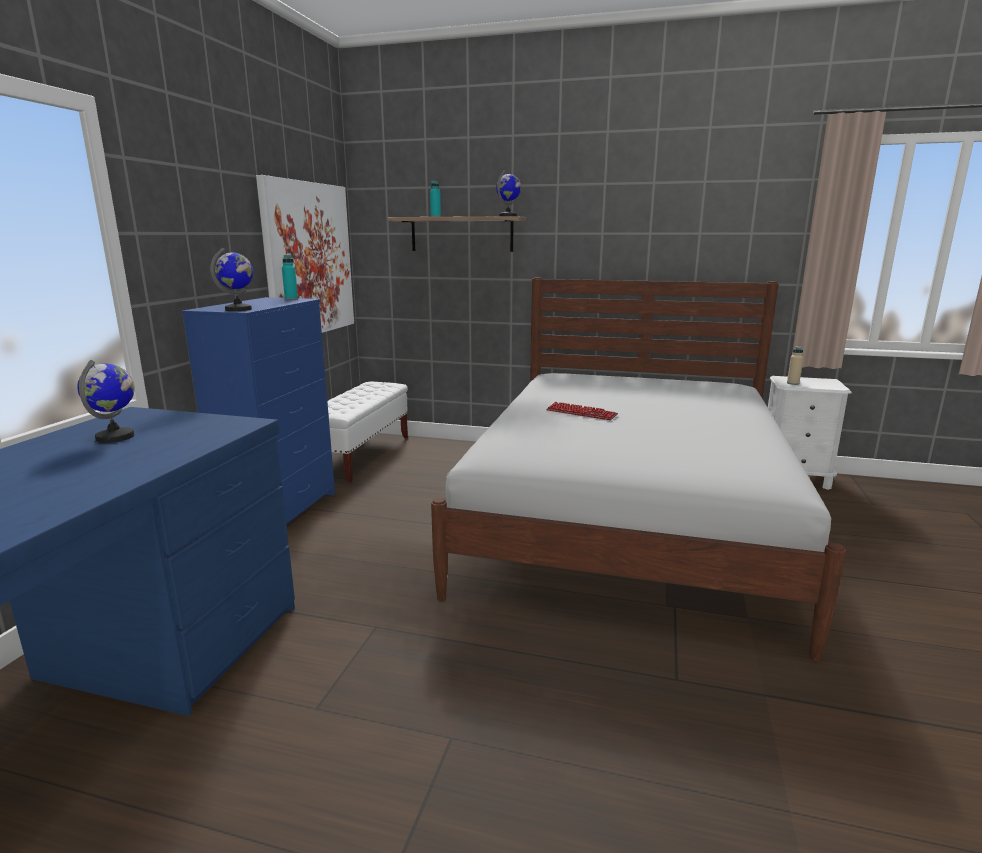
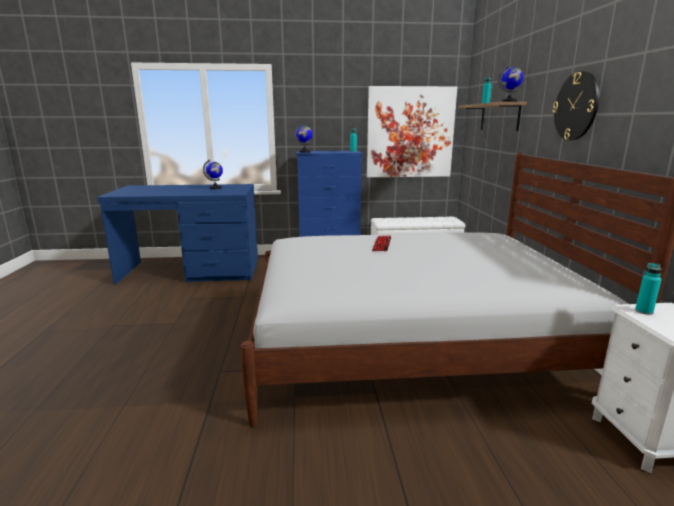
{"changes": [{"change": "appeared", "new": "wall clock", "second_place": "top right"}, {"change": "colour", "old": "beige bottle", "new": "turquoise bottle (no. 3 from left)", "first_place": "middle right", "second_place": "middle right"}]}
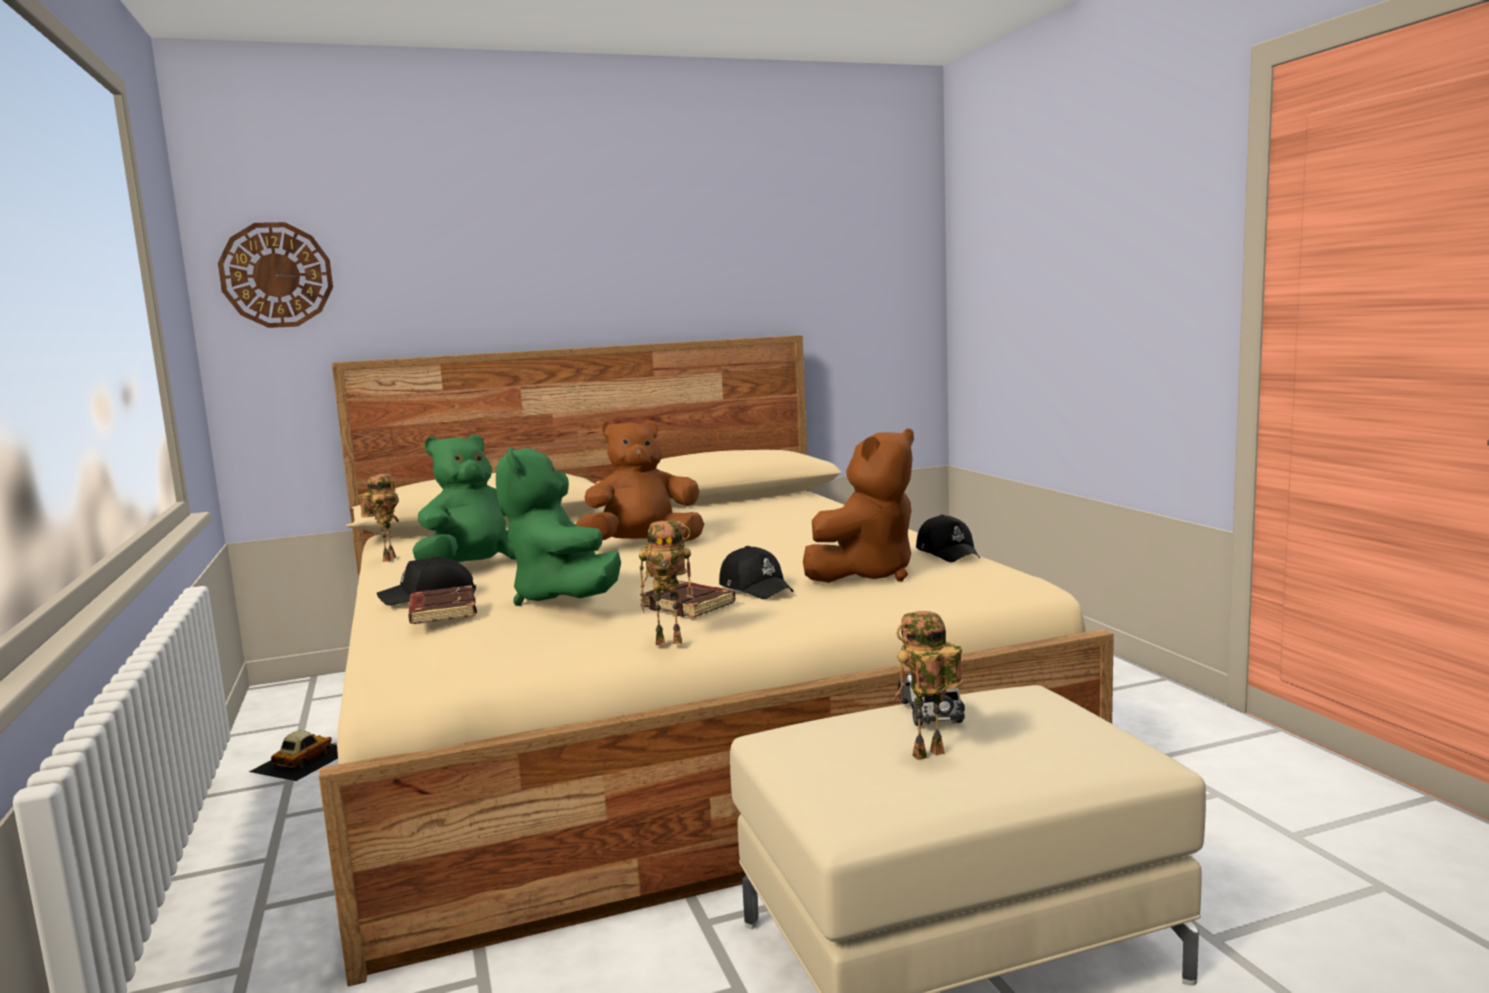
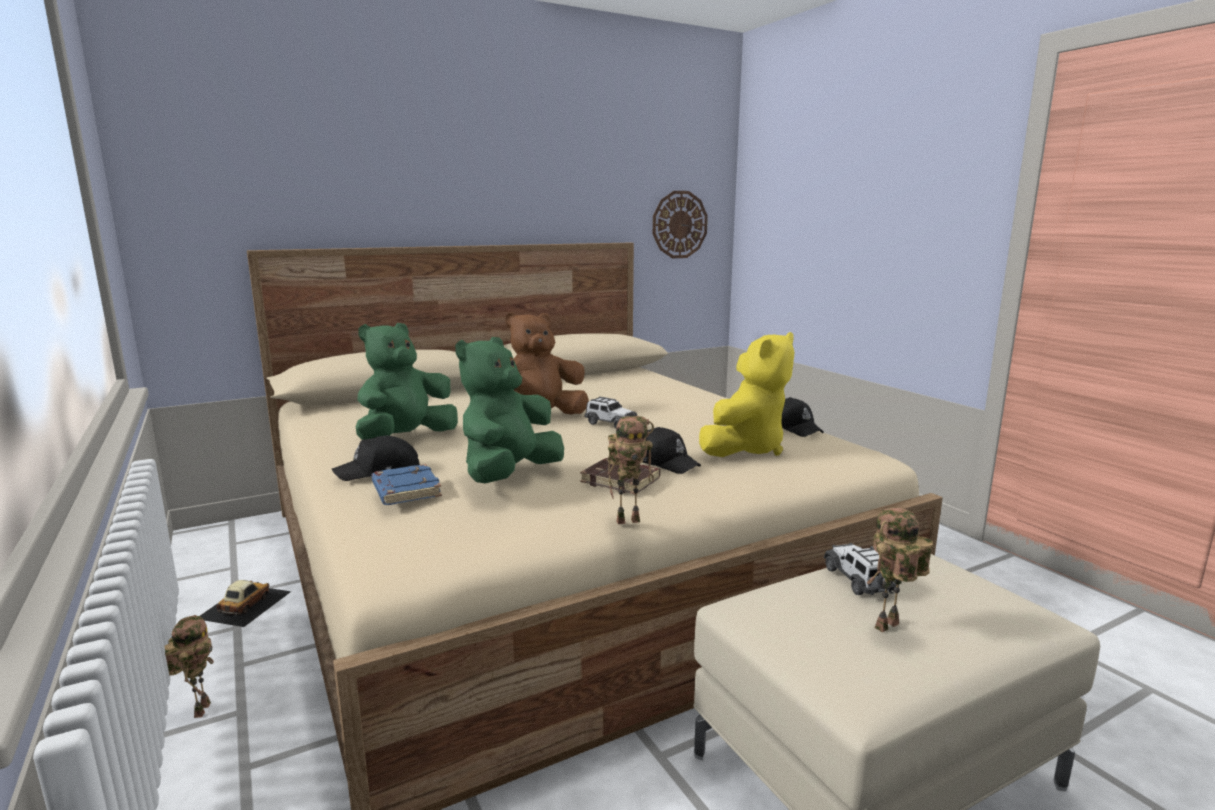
{"changes": [{"change": "appeared", "new": "toy car (no. 2 from left)", "second_place": "centre"}, {"change": "relocated", "old": "wall clock", "first_place": "top left", "second_place": "top centre"}, {"change": "relocated", "old": "toy robot (no. 1 from left)", "first_place": "middle left", "second_place": "bottom left"}, {"change": "colour", "old": "brown book (no. 1 from left)", "new": "blue book", "first_place": "middle left", "second_place": "centre"}, {"change": "colour", "old": "brown plush toy (no. 2 from left)", "new": "yellow plush toy", "first_place": "centre", "second_place": "centre"}, {"change": "spun", "old": "green plush toy (no. 2 from left)", "first_place": "centre", "second_place": "centre", "degrees": 60}]}
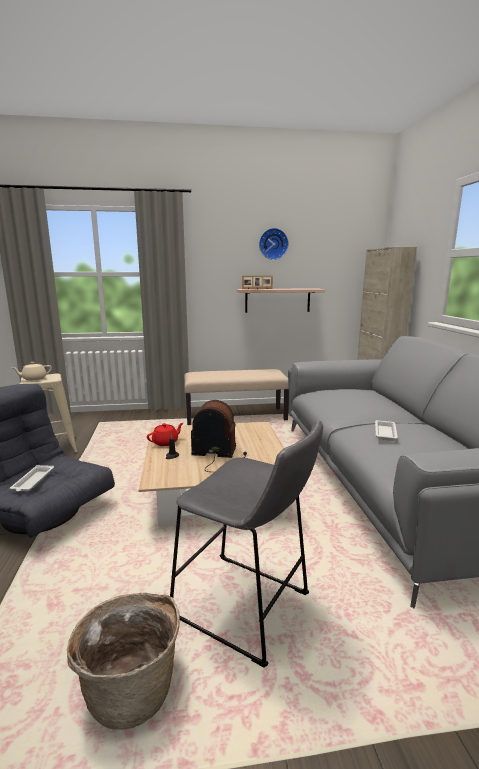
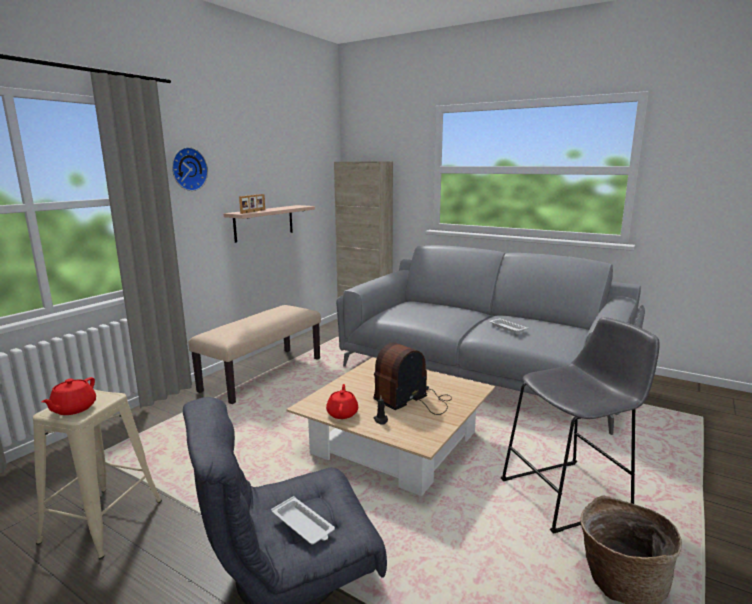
{"changes": [{"change": "relocated", "old": "wall clock", "first_place": "top centre", "second_place": "top left"}, {"change": "colour", "old": "beige teapot", "new": "red teapot (no. 1 from left)", "first_place": "middle left", "second_place": "middle left"}]}
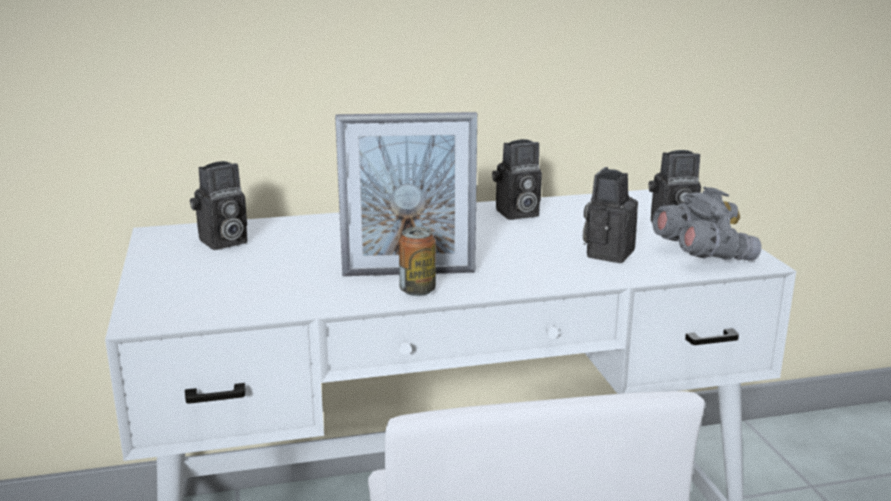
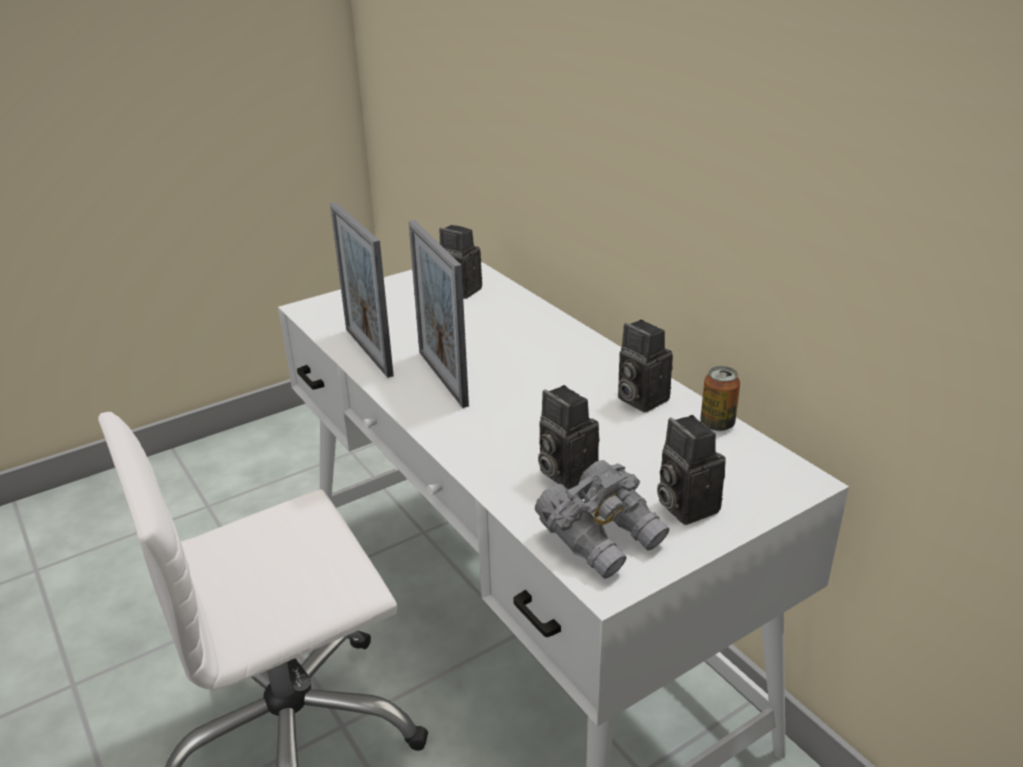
{"changes": [{"change": "appeared", "new": "picture frame (no. 1 from left)", "second_place": "centre"}, {"change": "relocated", "old": "can", "first_place": "centre", "second_place": "middle right"}, {"change": "spun", "old": "photo camera (no. 3 from left in the first image)", "first_place": "middle right", "second_place": "centre", "degrees": -135}]}
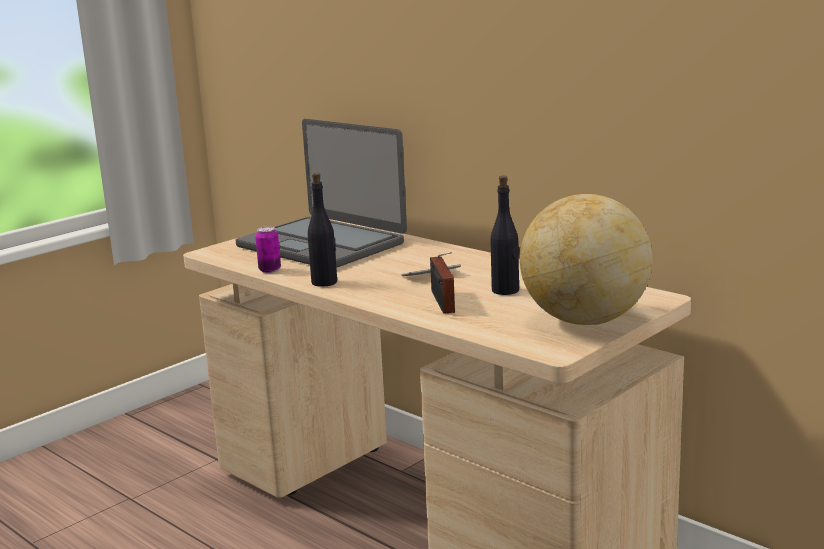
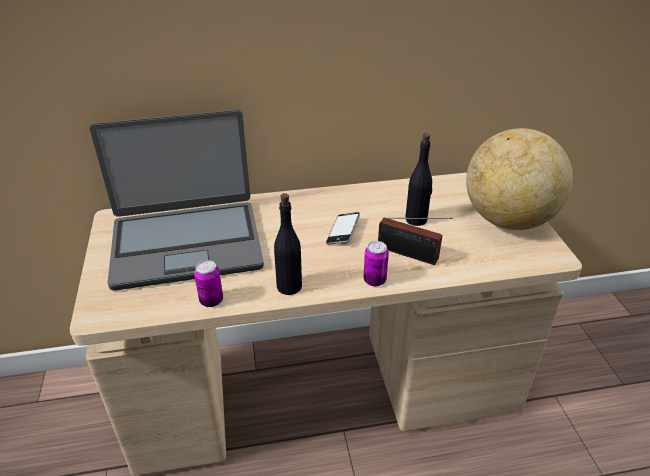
{"changes": [{"change": "appeared", "new": "can (no. 2 from left)", "second_place": "centre"}]}
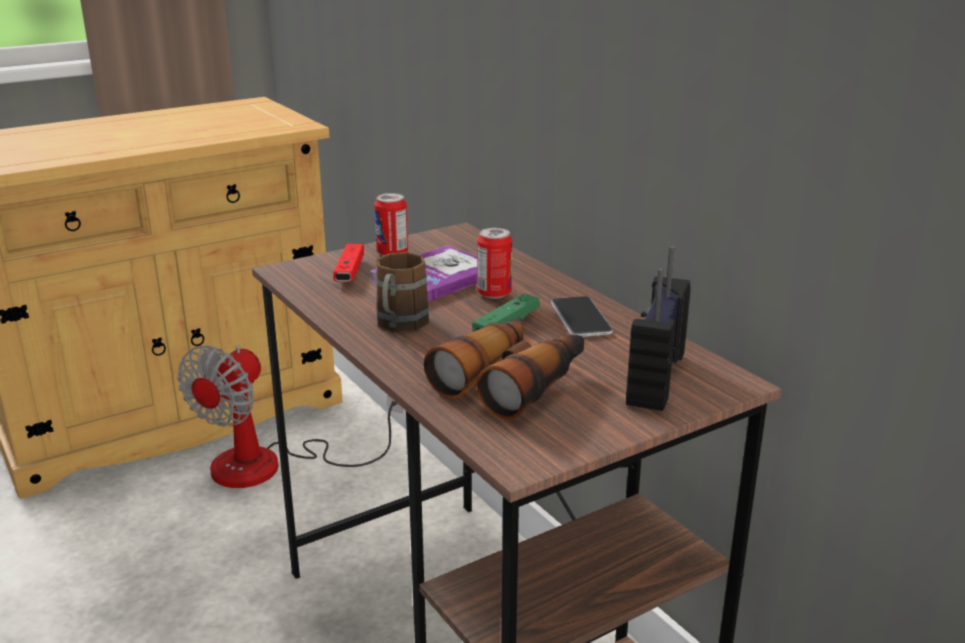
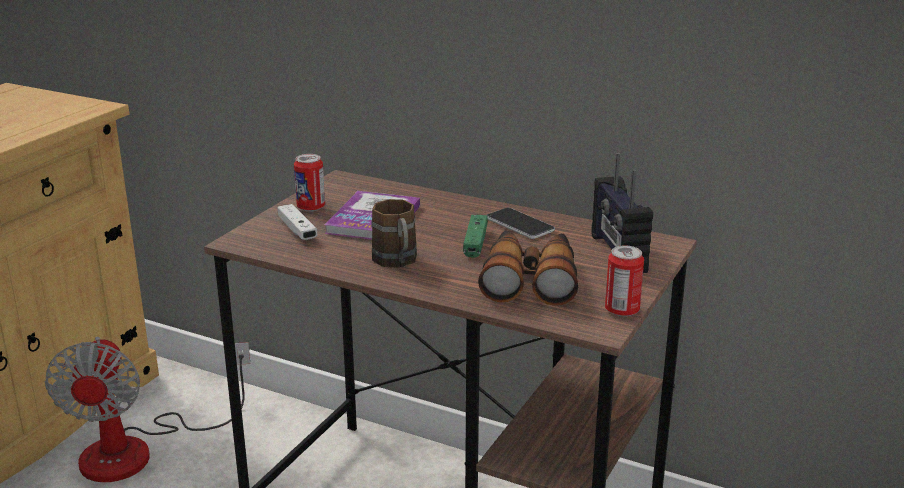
{"changes": [{"change": "relocated", "old": "can (no. 2 from left)", "first_place": "centre", "second_place": "middle right"}, {"change": "colour", "old": "red game controller", "new": "white game controller", "first_place": "centre", "second_place": "middle left"}]}
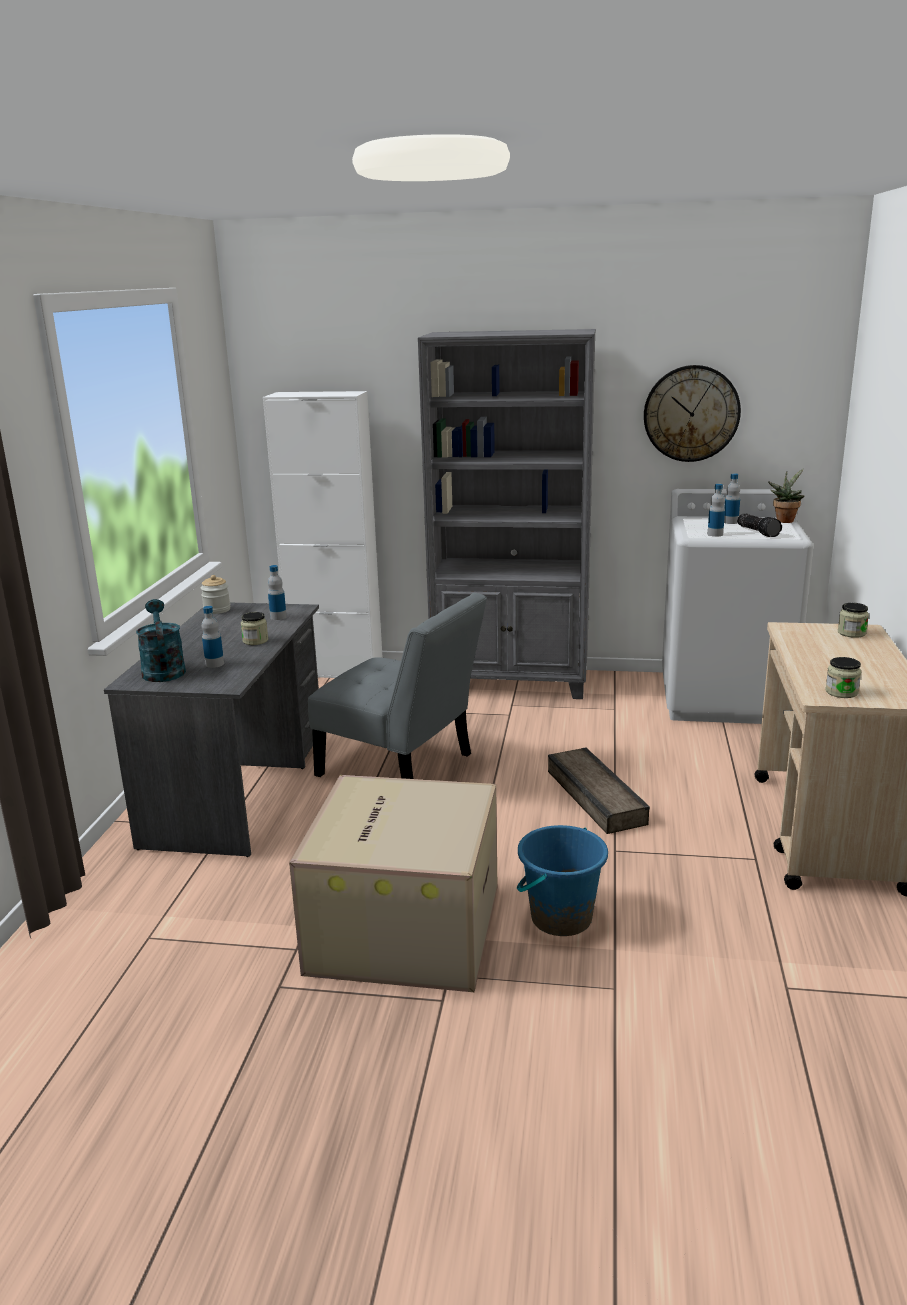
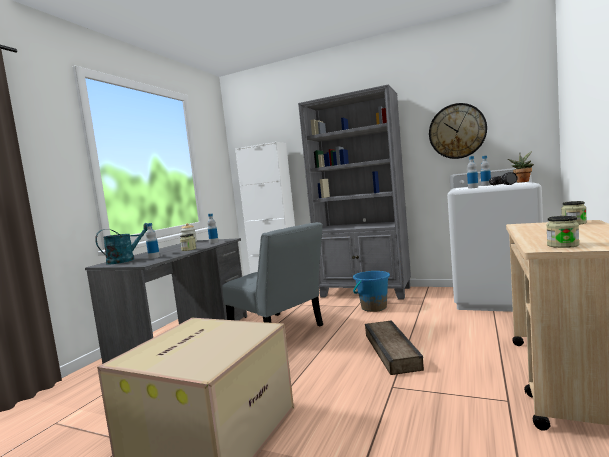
{"changes": [{"change": "relocated", "old": "blue bucket", "first_place": "bottom centre", "second_place": "centre"}, {"change": "spun", "old": "turquoise watering can", "first_place": "middle left", "second_place": "middle left", "degrees": 45}]}
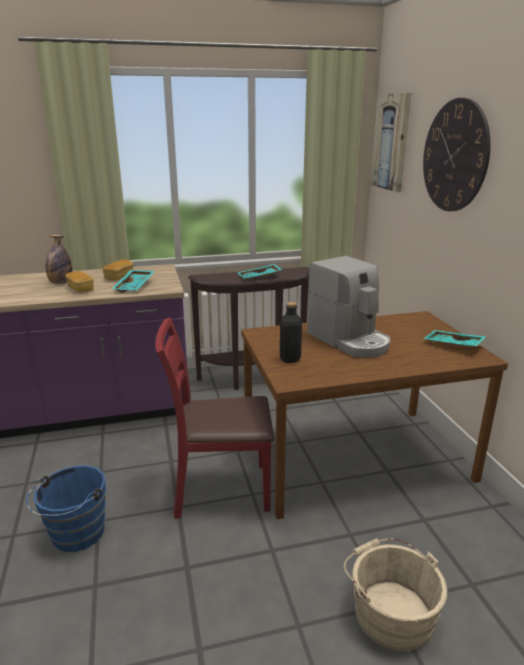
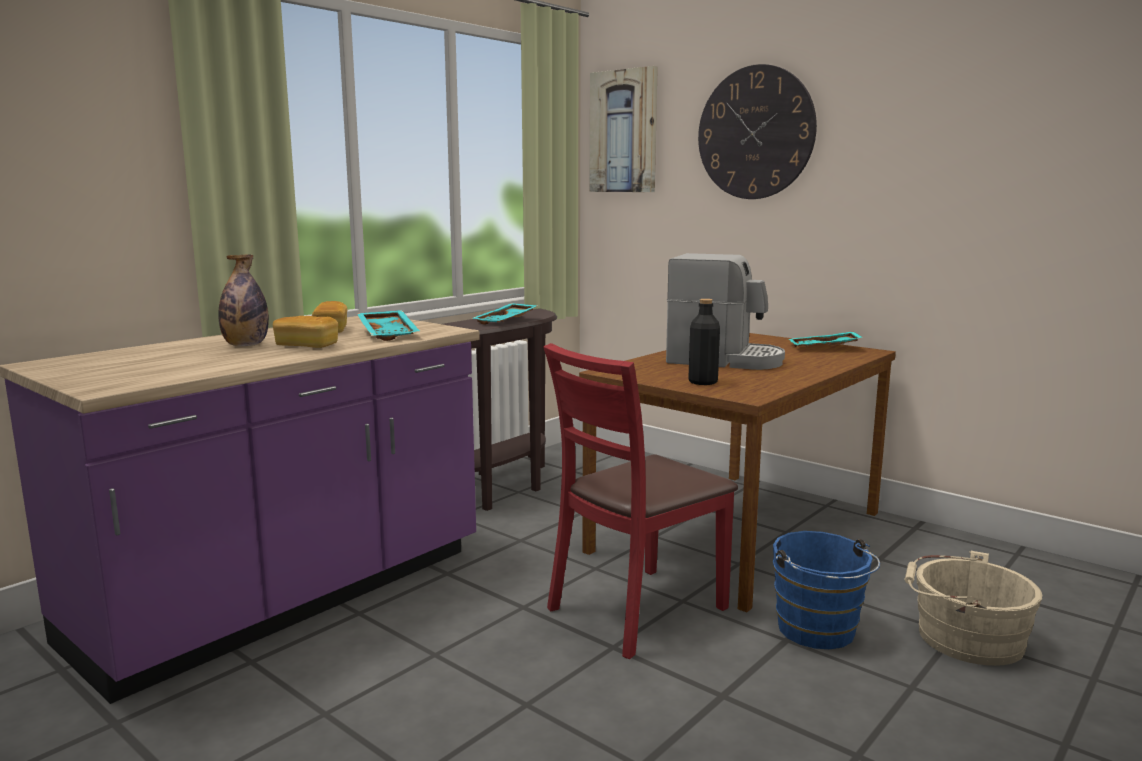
{"changes": [{"change": "relocated", "old": "blue bucket", "first_place": "bottom left", "second_place": "bottom right"}]}
